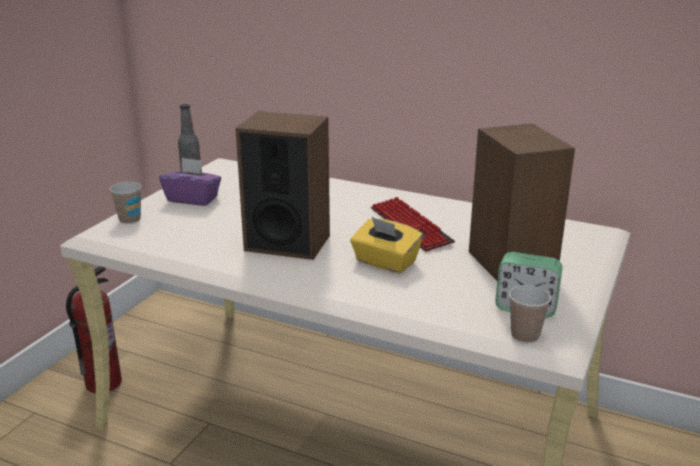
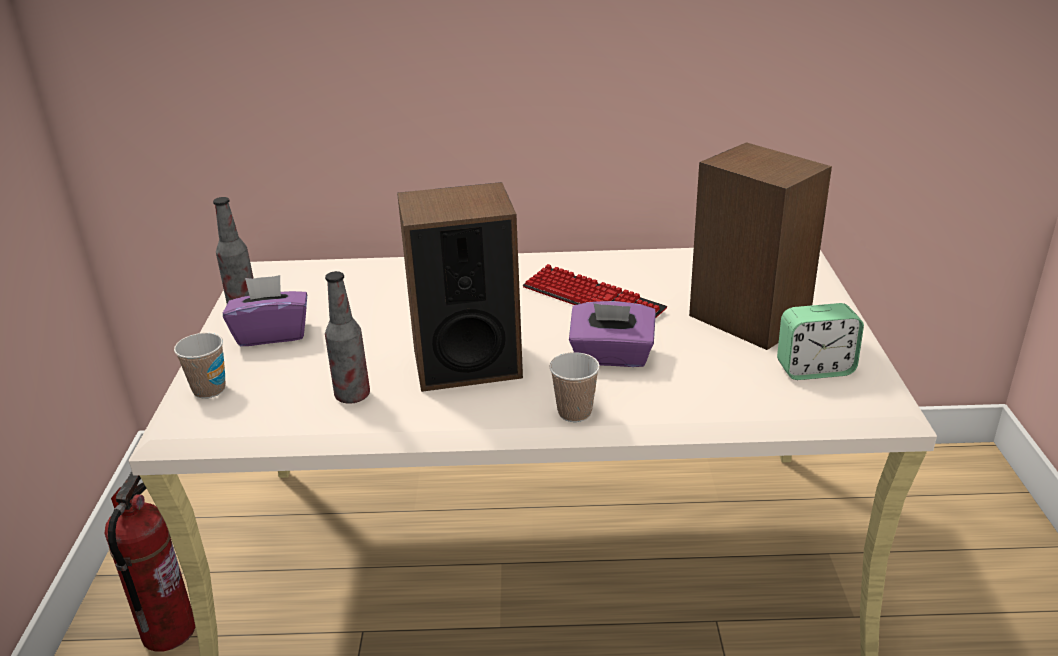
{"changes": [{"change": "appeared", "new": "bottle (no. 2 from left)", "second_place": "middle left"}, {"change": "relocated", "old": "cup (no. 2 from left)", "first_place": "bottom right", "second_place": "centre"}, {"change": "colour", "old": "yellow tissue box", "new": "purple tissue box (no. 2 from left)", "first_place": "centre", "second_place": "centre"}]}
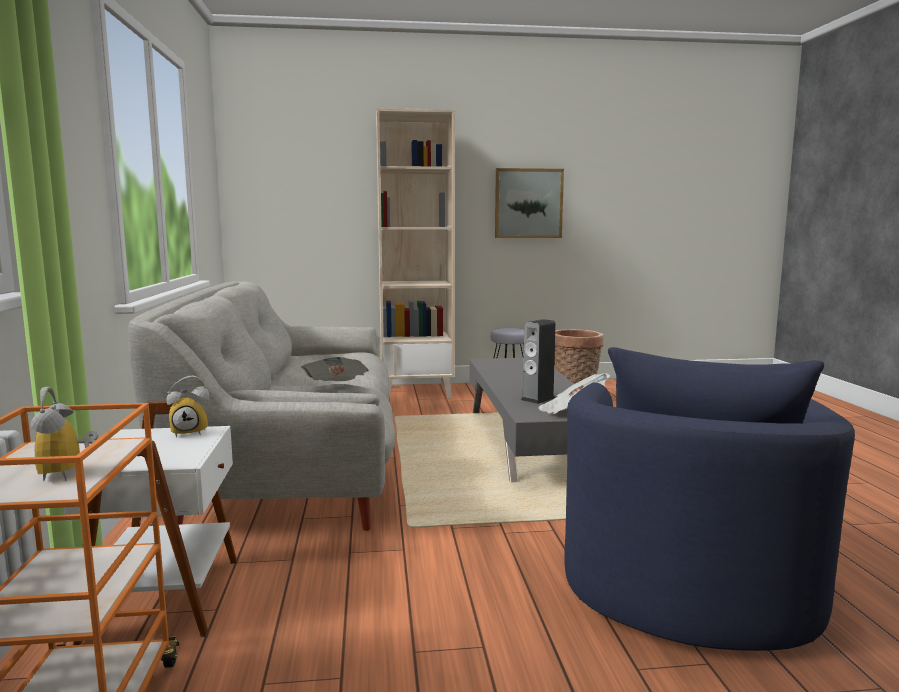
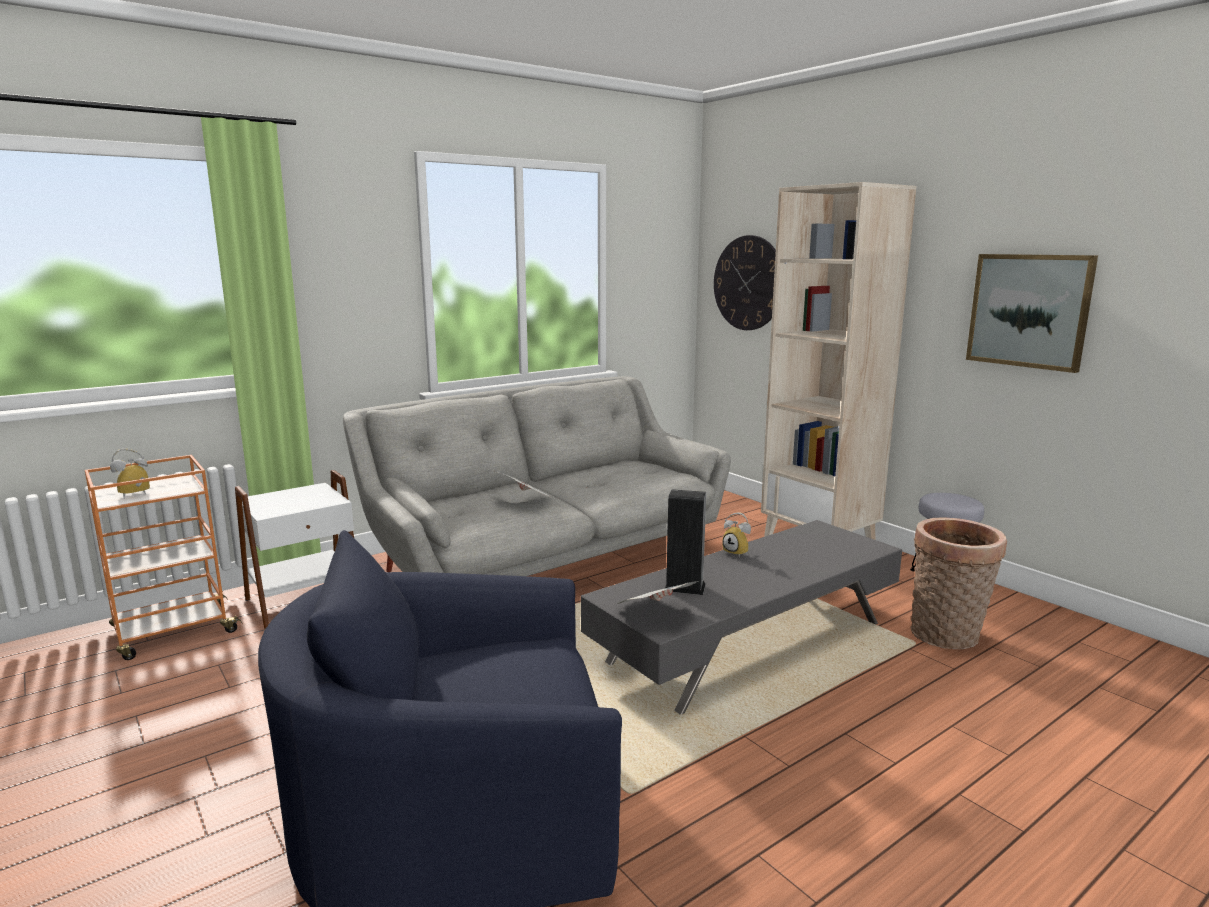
{"changes": [{"change": "appeared", "new": "wall clock", "second_place": "top centre"}, {"change": "relocated", "old": "alarm clock (no. 2 from left)", "first_place": "middle left", "second_place": "centre"}]}
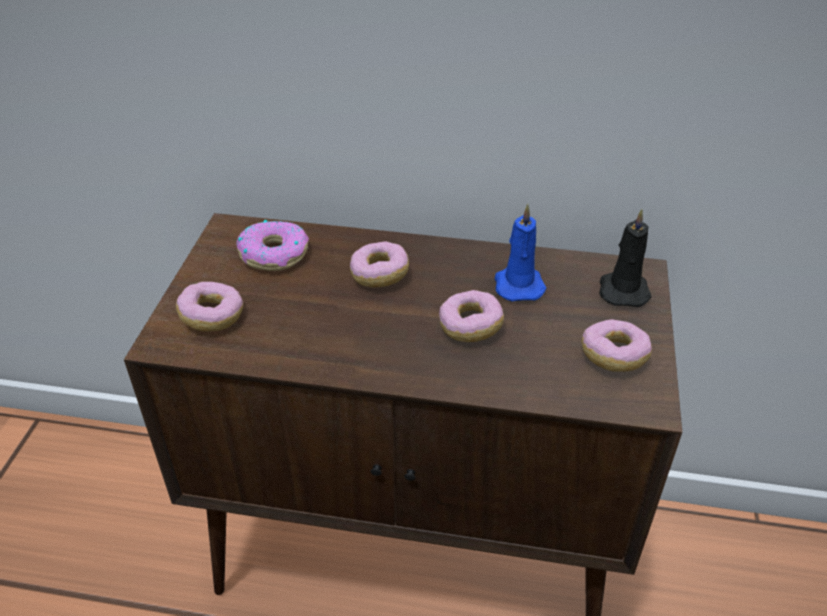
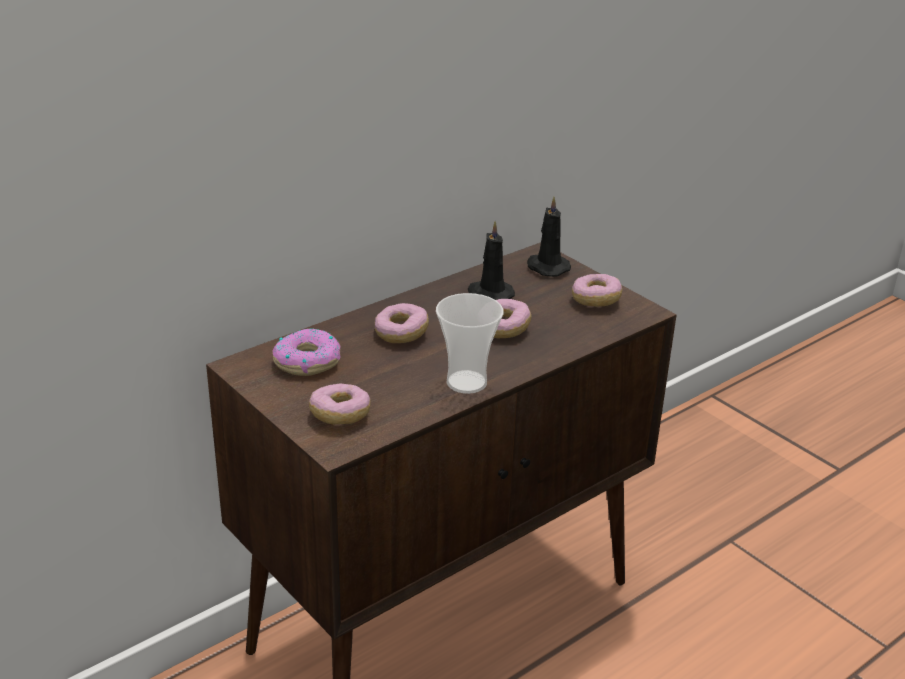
{"changes": [{"change": "appeared", "new": "cup", "second_place": "centre"}, {"change": "colour", "old": "blue candle", "new": "black candle (no. 1 from left)", "first_place": "centre", "second_place": "centre"}]}
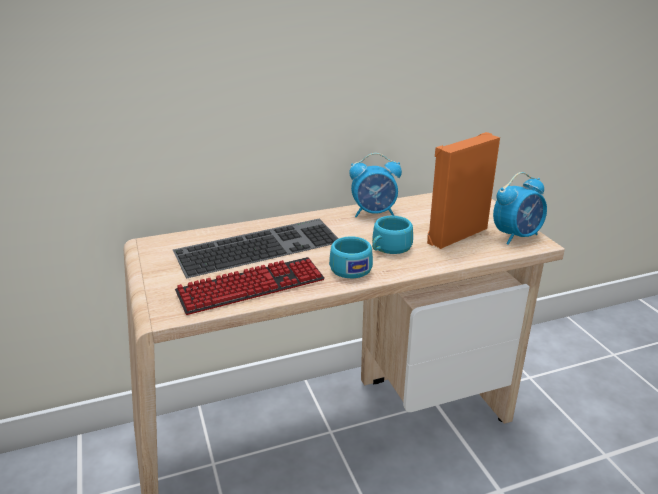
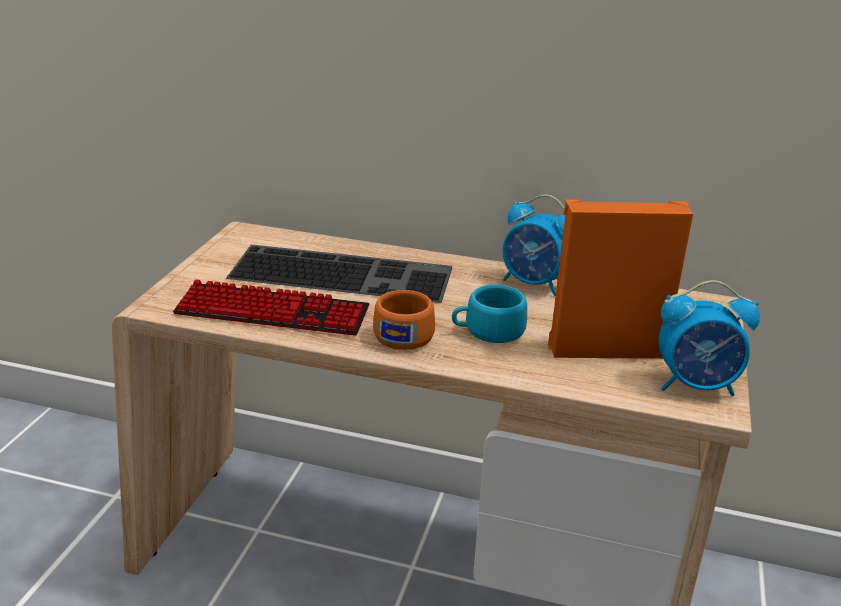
{"changes": [{"change": "colour", "old": "turquoise cup (no. 1 from left)", "new": "orange cup", "first_place": "centre", "second_place": "centre"}]}
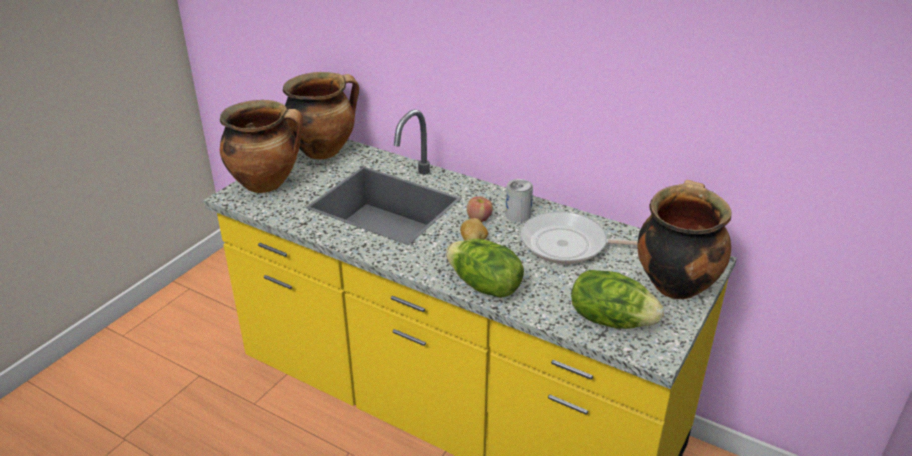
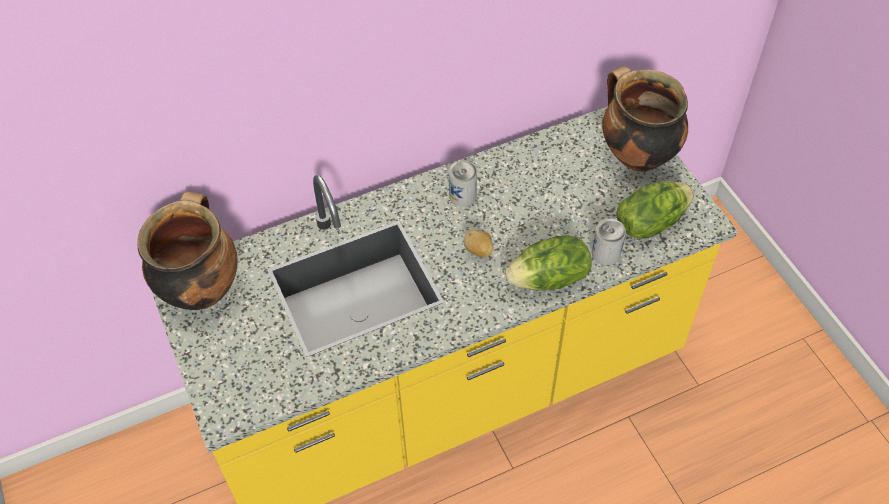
{"changes": [{"change": "missing", "old": "cooking pot (no. 1 from left)", "first_place": "top left"}, {"change": "missing", "old": "apple", "first_place": "centre"}, {"change": "missing", "old": "frying pan", "first_place": "centre"}, {"change": "appeared", "new": "can (no. 2 from left)", "second_place": "middle right"}]}
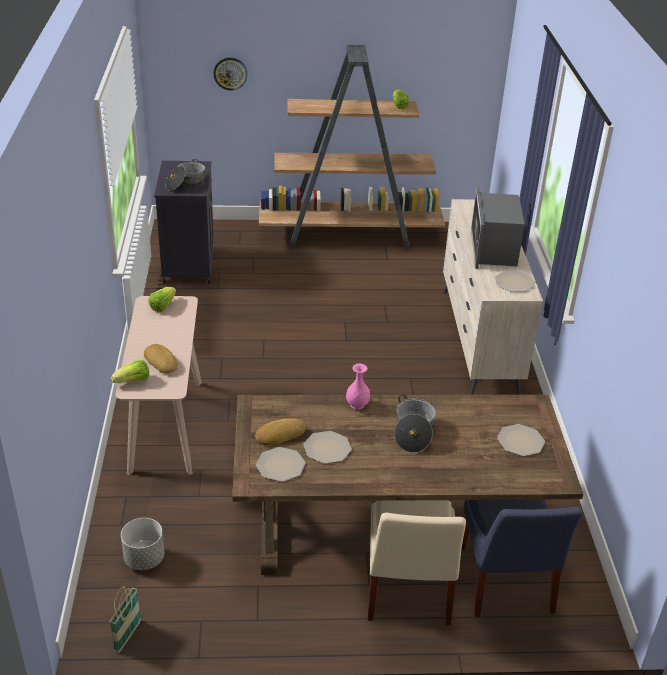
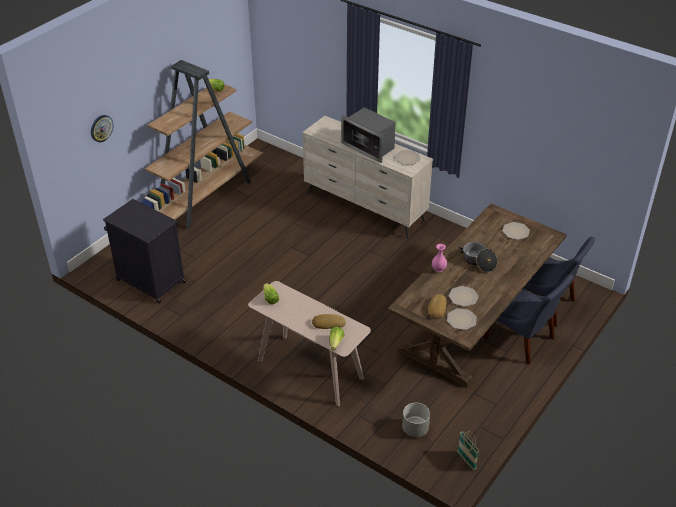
{"changes": [{"change": "missing", "old": "cooking pot (no. 1 from left)", "first_place": "top left"}, {"change": "colour", "old": "beige chair", "new": "blue chair (no. 1 from left)", "first_place": "bottom centre", "second_place": "middle right"}]}
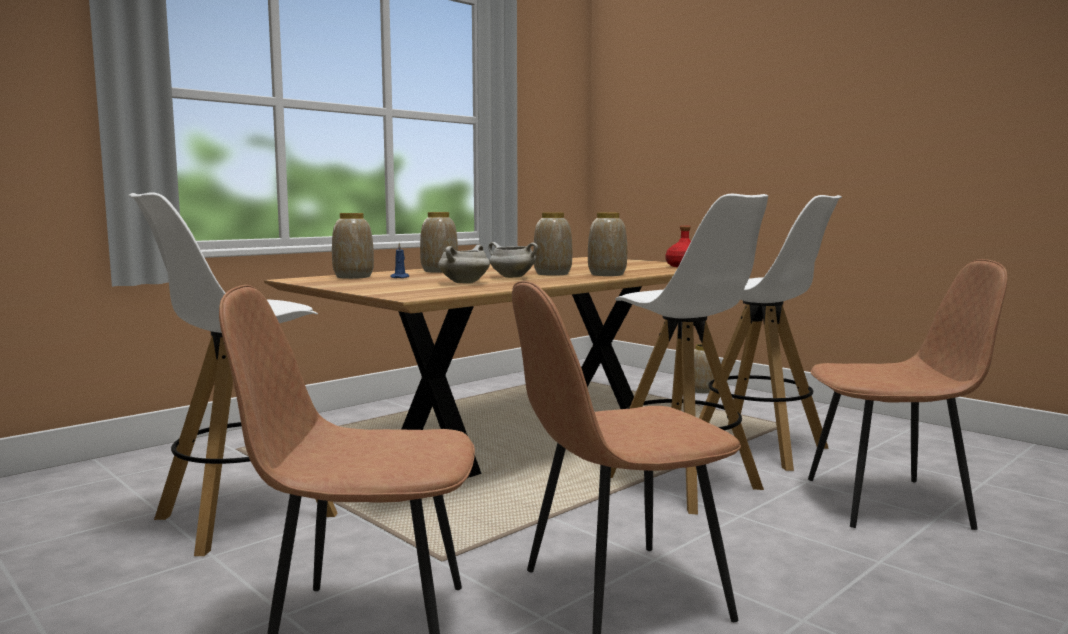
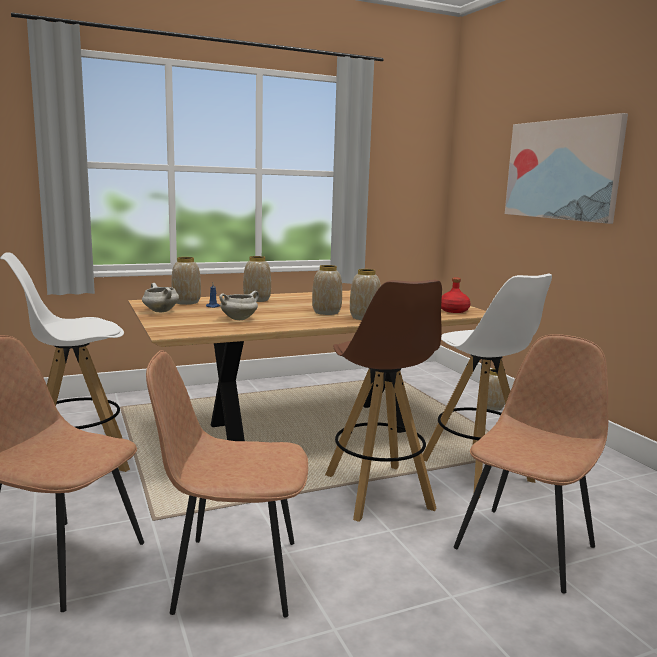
{"changes": [{"change": "appeared", "new": "picture", "second_place": "top right"}, {"change": "relocated", "old": "white cooking pot (no. 2 from left in the first image)", "new": "white cooking pot (no. 1 from left)", "first_place": "centre", "second_place": "middle left"}, {"change": "colour", "old": "white stool (no. 2 from left)", "new": "brown stool", "first_place": "centre", "second_place": "centre"}, {"change": "spun", "old": "brown chair (no. 3 from left)", "first_place": "middle right", "second_place": "bottom right", "degrees": -75}]}
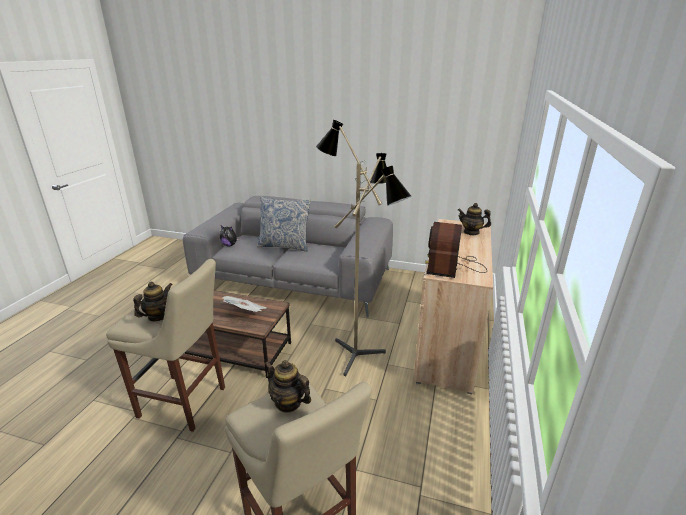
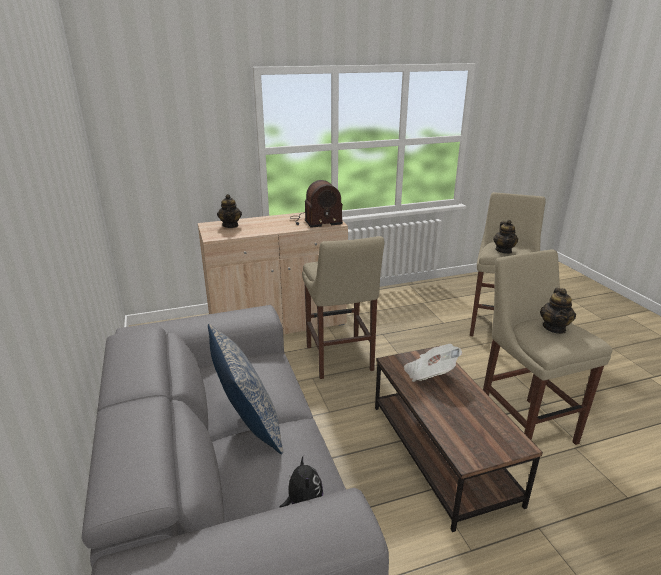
{"changes": [{"change": "exchanged", "old": "floor lamp", "new": "beige stool (no. 1 from left)", "first_place": "centre", "second_place": "centre"}, {"change": "spun", "old": "teapot (no. 1 from left in the first image)", "first_place": "middle left", "second_place": "middle right", "degrees": -75}]}
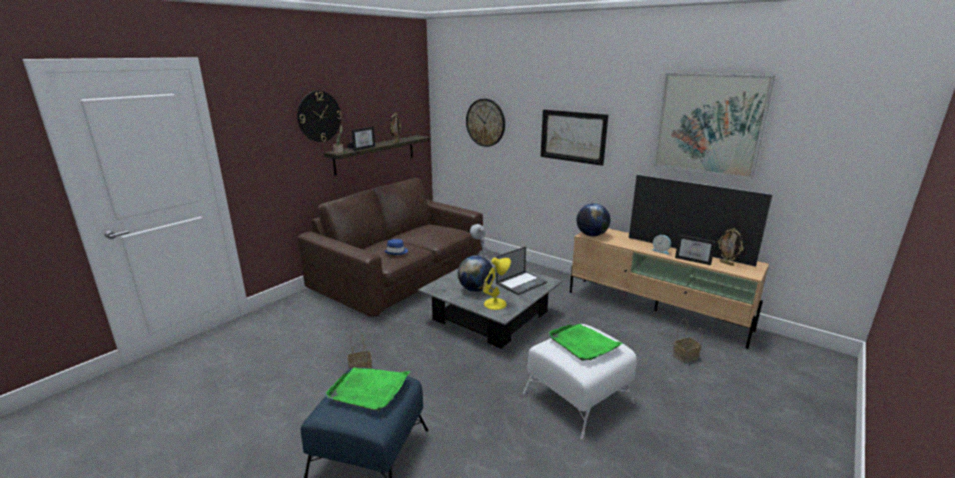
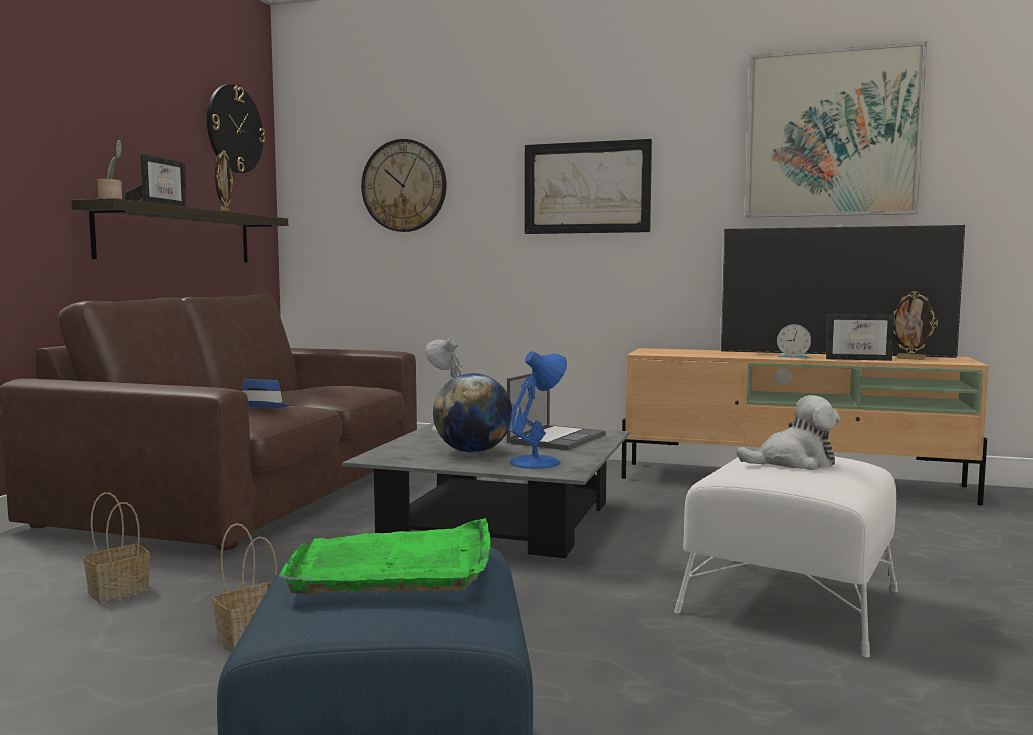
{"changes": [{"change": "missing", "old": "globe (no. 2 from left)", "first_place": "centre"}, {"change": "relocated", "old": "wall clock (no. 1 from left)", "first_place": "top centre", "second_place": "top left"}, {"change": "relocated", "old": "basket (no. 2 from left in the first image)", "new": "basket (no. 1 from left)", "first_place": "bottom right", "second_place": "bottom left"}, {"change": "exchanged", "old": "green tray (no. 2 from left)", "new": "plush toy", "first_place": "bottom centre", "second_place": "middle right"}, {"change": "colour", "old": "yellow table lamp", "new": "blue table lamp", "first_place": "centre", "second_place": "centre"}]}
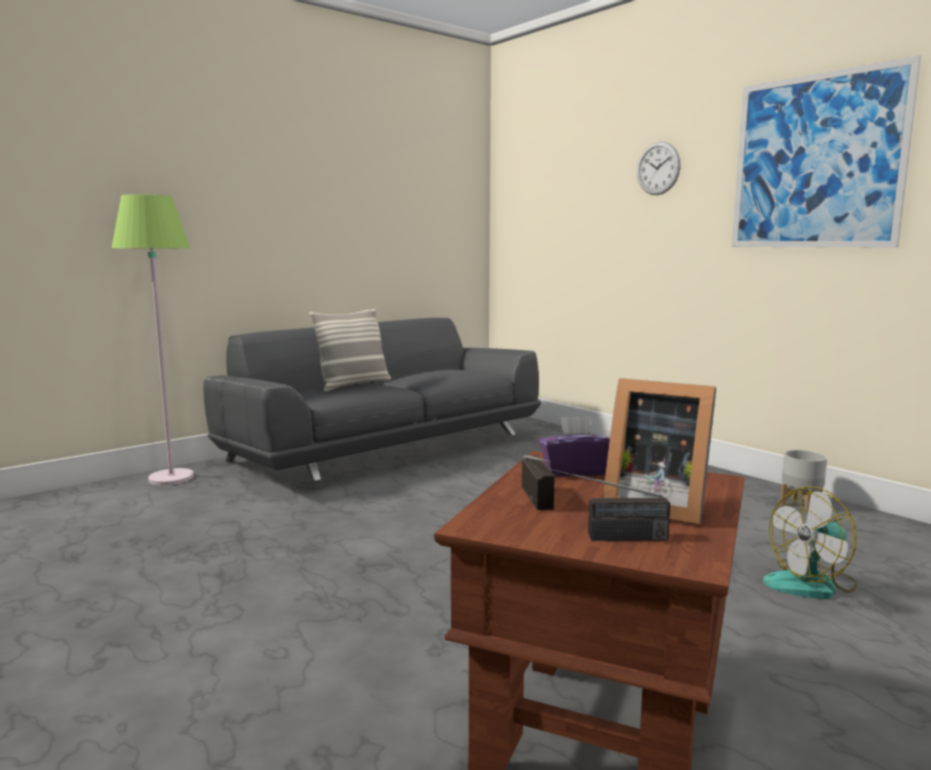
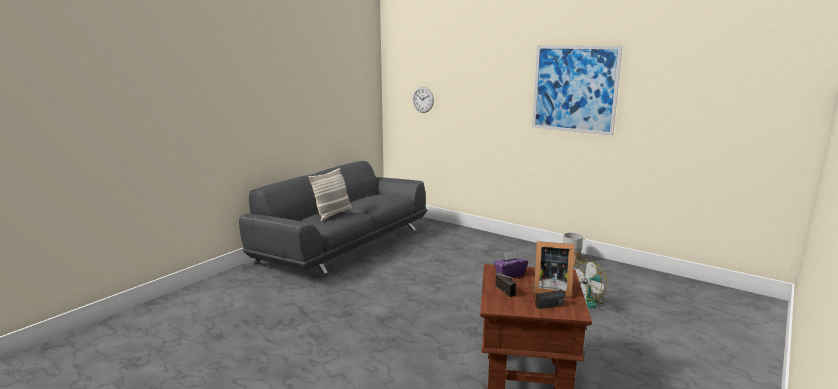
{"changes": [{"change": "missing", "old": "green floor lamp", "first_place": "middle left"}, {"change": "relocated", "old": "wall clock", "first_place": "top right", "second_place": "top centre"}]}
